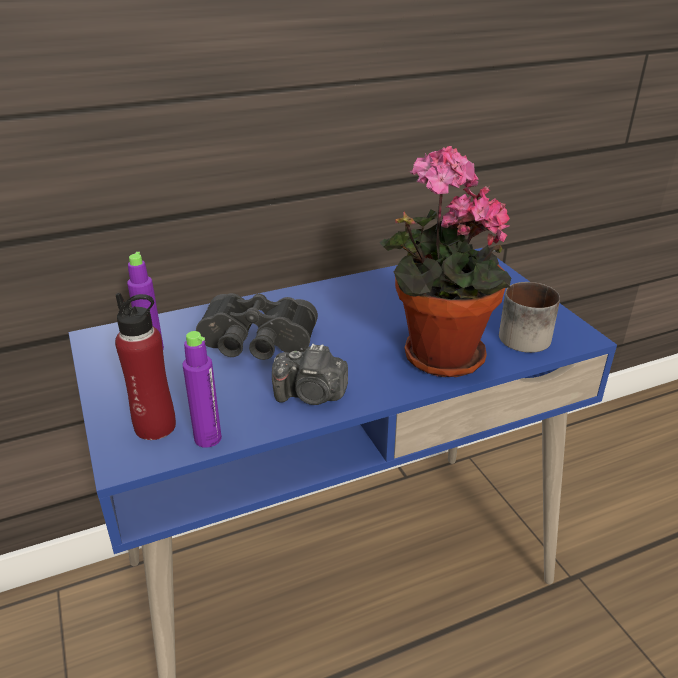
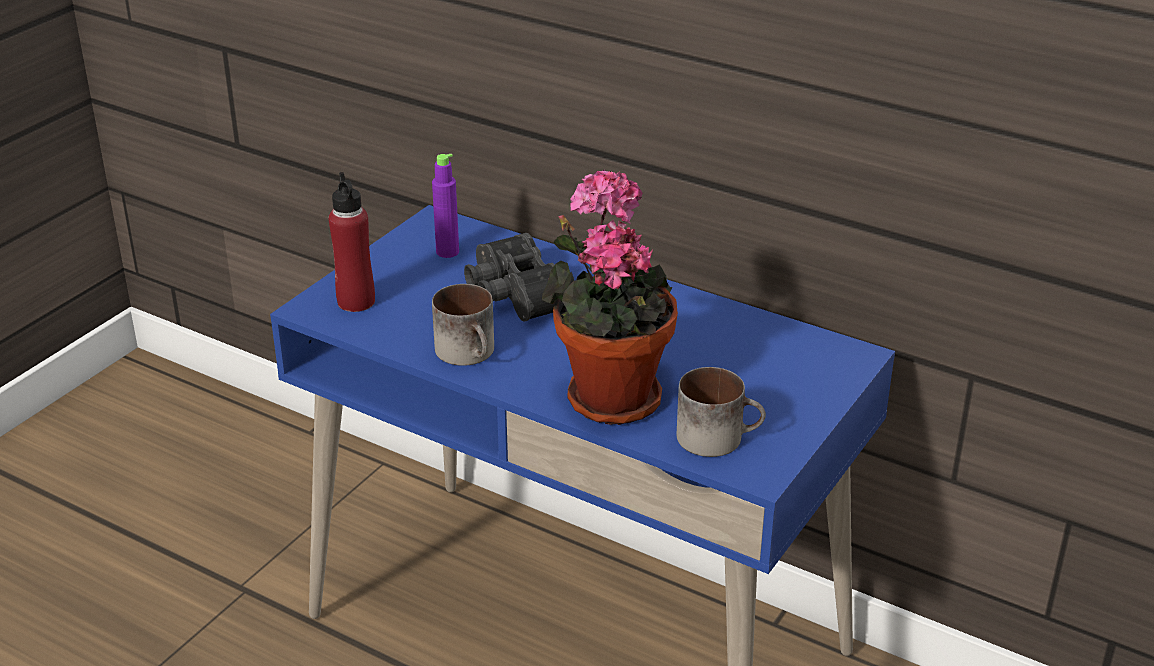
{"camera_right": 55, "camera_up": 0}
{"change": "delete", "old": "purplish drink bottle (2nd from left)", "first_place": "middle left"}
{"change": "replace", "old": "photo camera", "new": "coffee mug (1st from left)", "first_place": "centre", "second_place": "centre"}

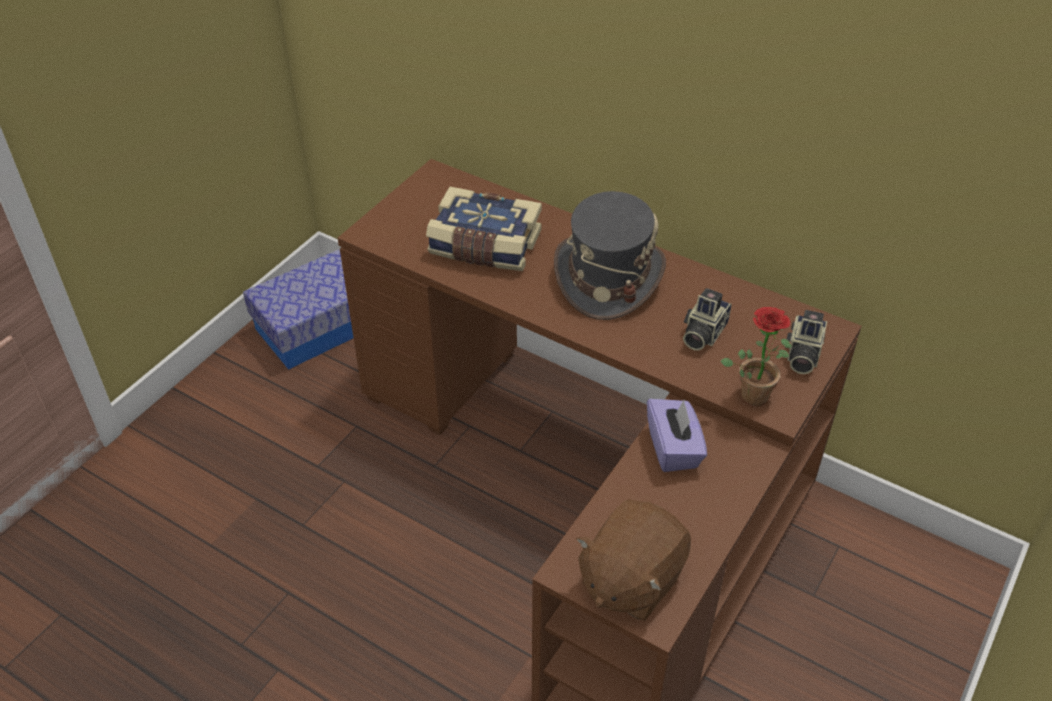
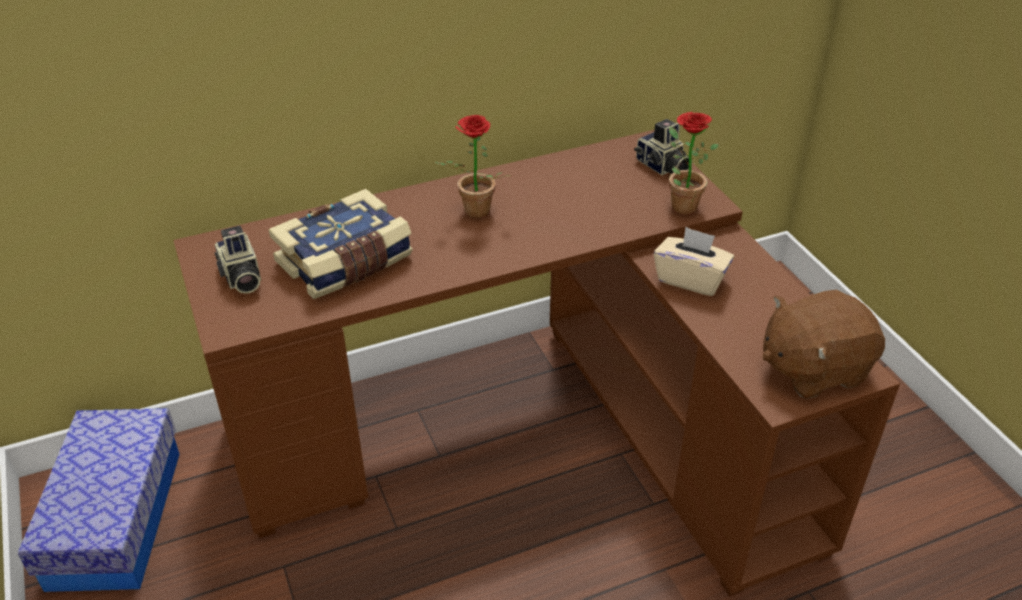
{"camera_right": -55, "camera_up": -5}
{"change": "replace", "old": "greyish hat", "new": "houseplant (1st from left)", "first_place": "centre", "second_place": "top centre"}
{"change": "rotate", "old": "brown cuddly toy", "first_place": "bottom centre", "second_place": "middle right", "degrees": 90}
{"change": "recolor", "old": "purplish box of tissues", "new": "sand-coloured box of tissues", "first_place": "centre", "second_place": "middle right"}
{"change": "move", "old": "photo camera (1st from left)", "first_place": "middle right", "second_place": "middle left"}

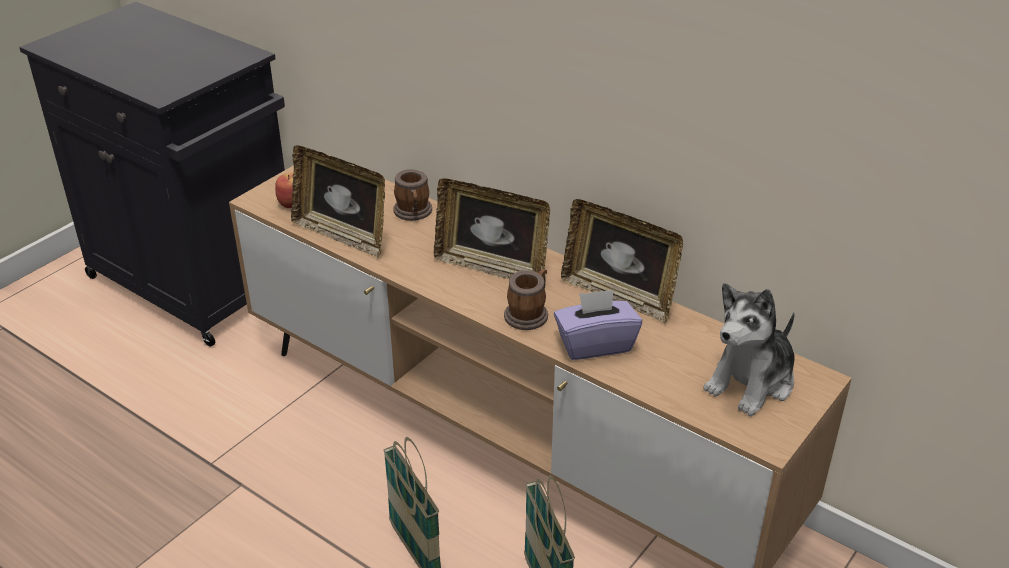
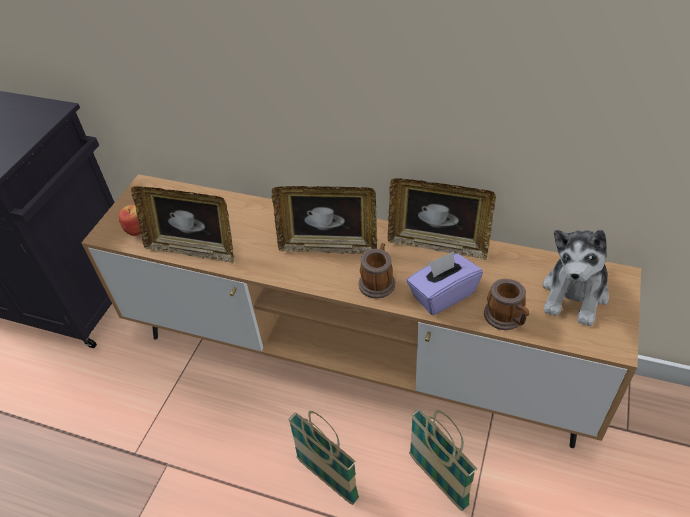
{"camera_right": -15, "camera_up": 10}
{"change": "move", "old": "coffee mug (1st from left in the first image)", "new": "coffee mug (2nd from left)", "first_place": "centre", "second_place": "middle right"}

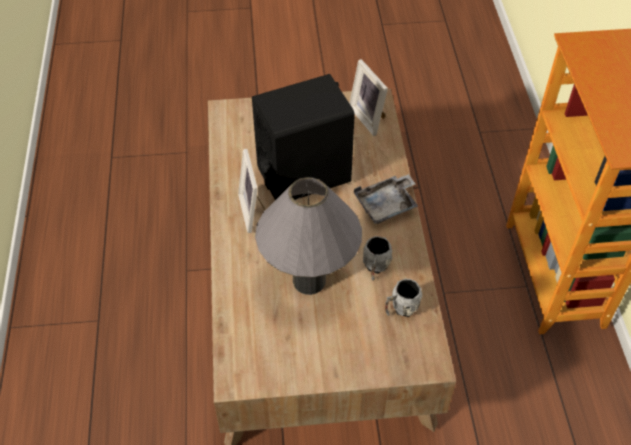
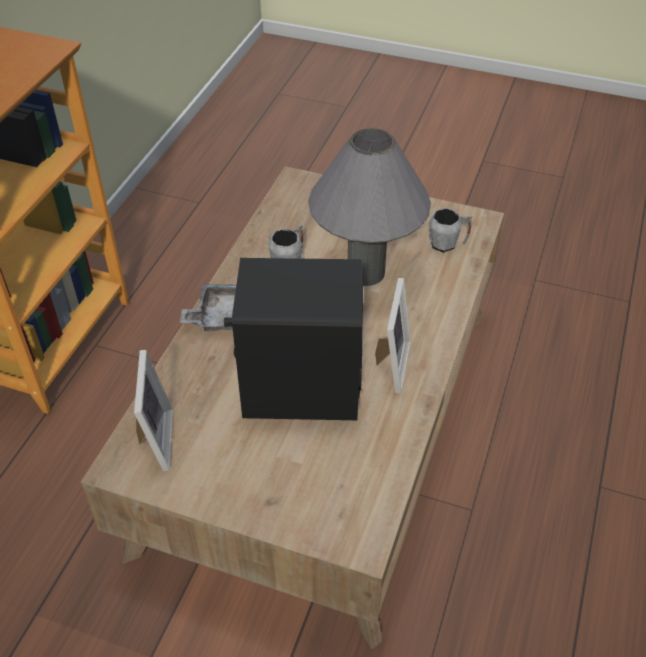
{"camera_right": -155, "camera_up": -5}
{"change": "move", "old": "greyish coffee mug (2nd from left)", "first_place": "bottom centre", "second_place": "middle right"}

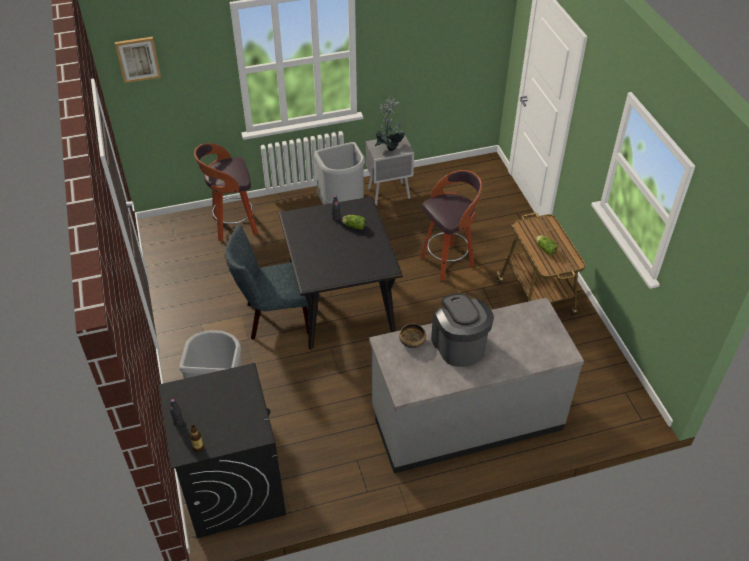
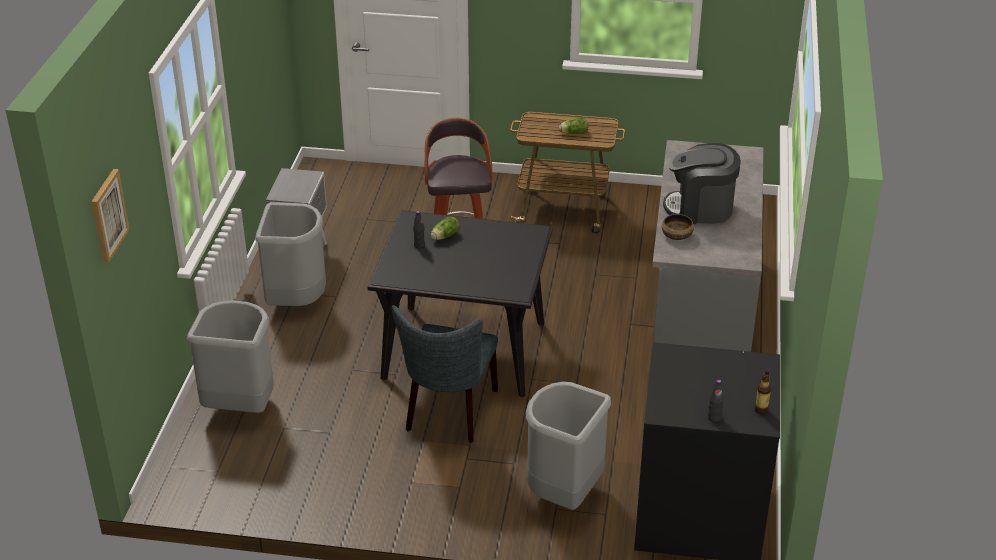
{"camera_right": -65, "camera_up": -10}
{"change": "replace", "old": "stool (1st from left)", "new": "greyish trash can (1st from left)", "first_place": "middle left", "second_place": "middle left"}
{"change": "delete", "old": "houseplant", "first_place": "top centre"}

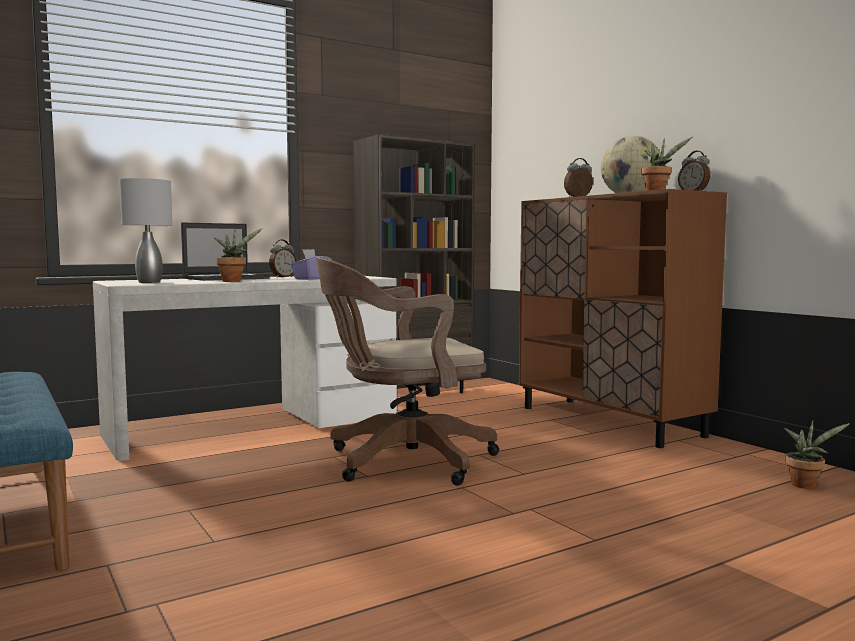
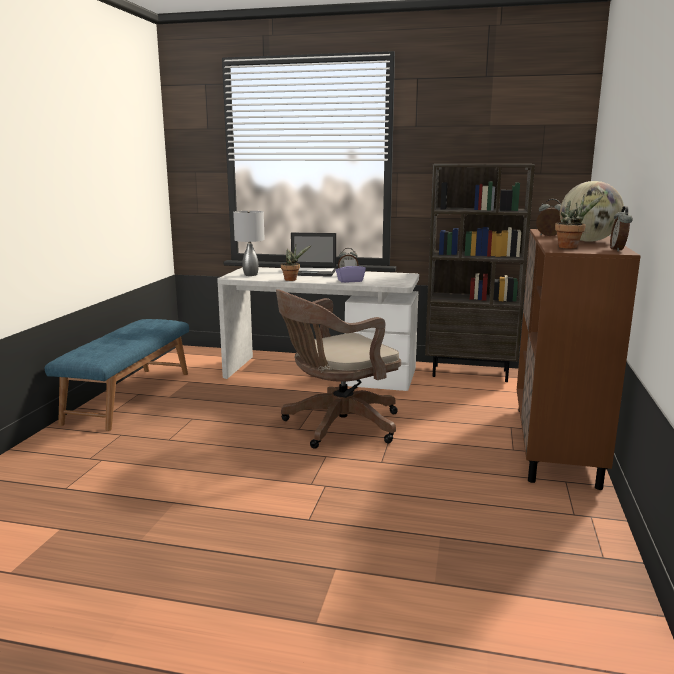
{"camera_right": 45, "camera_up": 10}
{"change": "rotate", "old": "brown computer chair", "first_place": "centre", "second_place": "centre", "degrees": -60}
{"change": "delete", "old": "houseplant (3rd from left)", "first_place": "bottom right"}

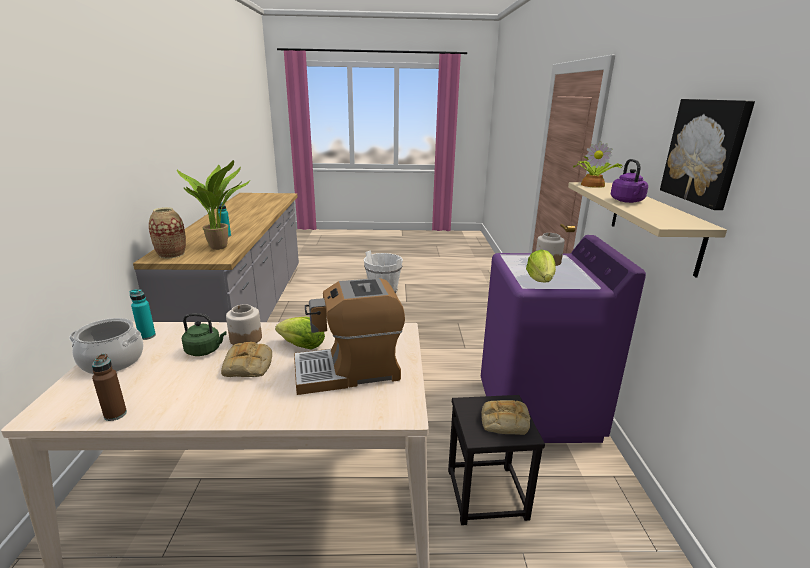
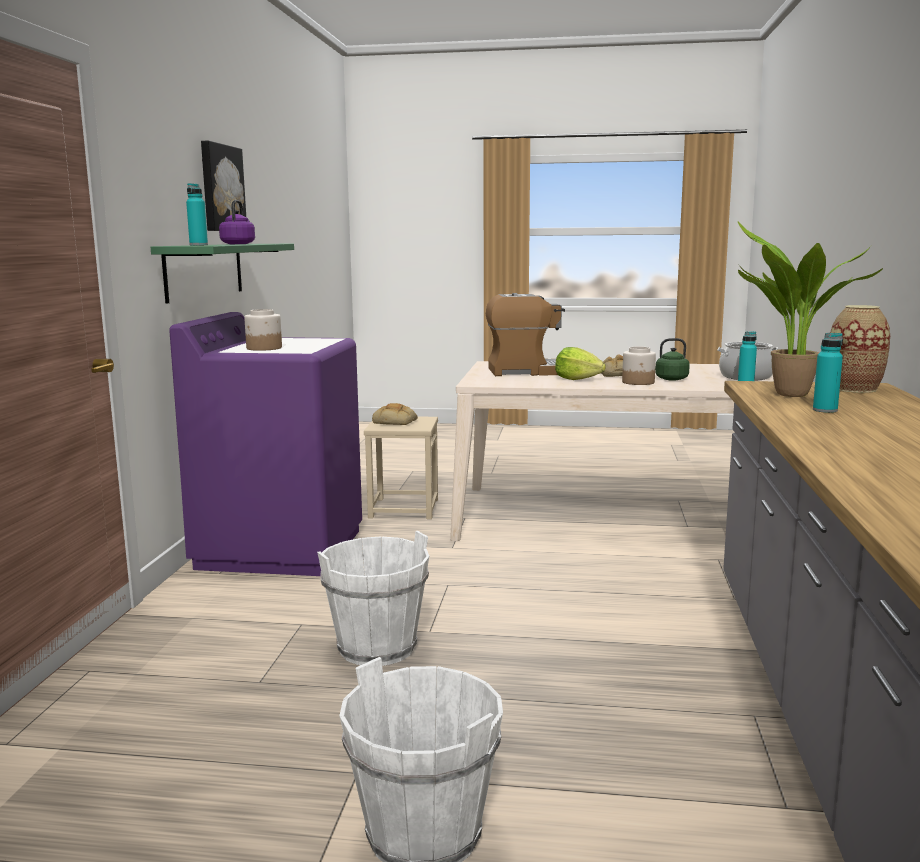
{"camera_right": -170, "camera_up": -10}
{"change": "delete", "old": "brown drink bottle", "first_place": "bottom left"}
{"change": "recolor", "old": "blackish stool", "new": "sand-coloured stool", "first_place": "bottom centre", "second_place": "centre"}
{"change": "delete", "old": "lettuce head (2nd from left)", "first_place": "middle right"}
{"change": "recolor", "old": "sand-coloured shelf", "new": "greenish shelf", "first_place": "middle right", "second_place": "top left"}
{"change": "replace", "old": "houseplant (2nd from left)", "new": "turquoise drink bottle (1st from left)", "first_place": "top right", "second_place": "top left"}
{"change": "insert", "new": "white bucket (1st from left)", "second_place": "bottom centre"}

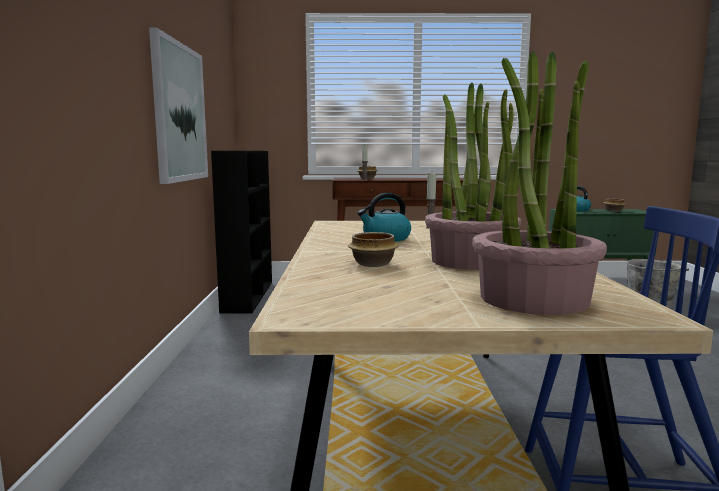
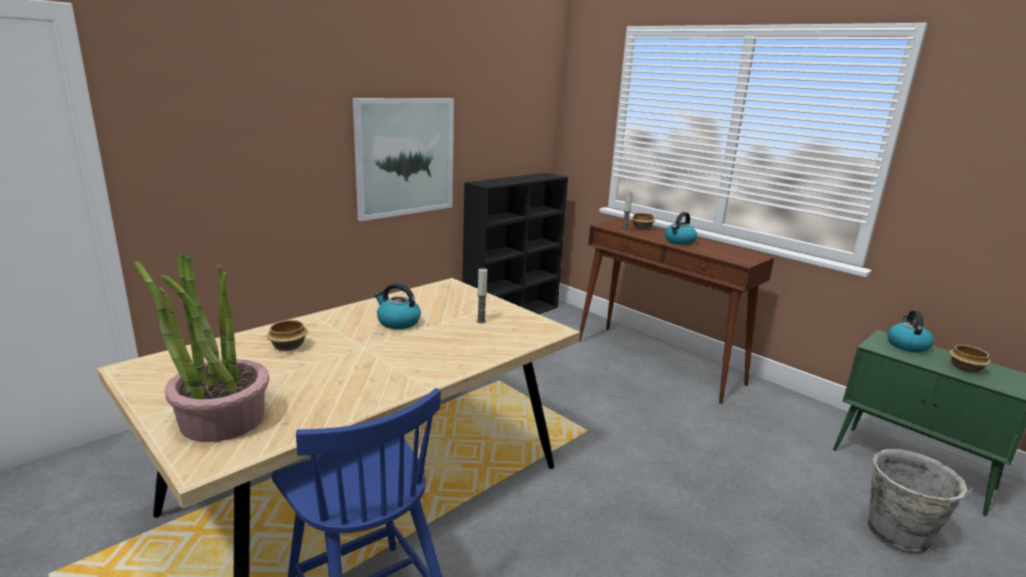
{"camera_right": 45, "camera_up": 10}
{"change": "delete", "old": "houseplant (1st from left)", "first_place": "centre"}
{"change": "insert", "new": "water kettle (2nd from left)", "second_place": "centre"}

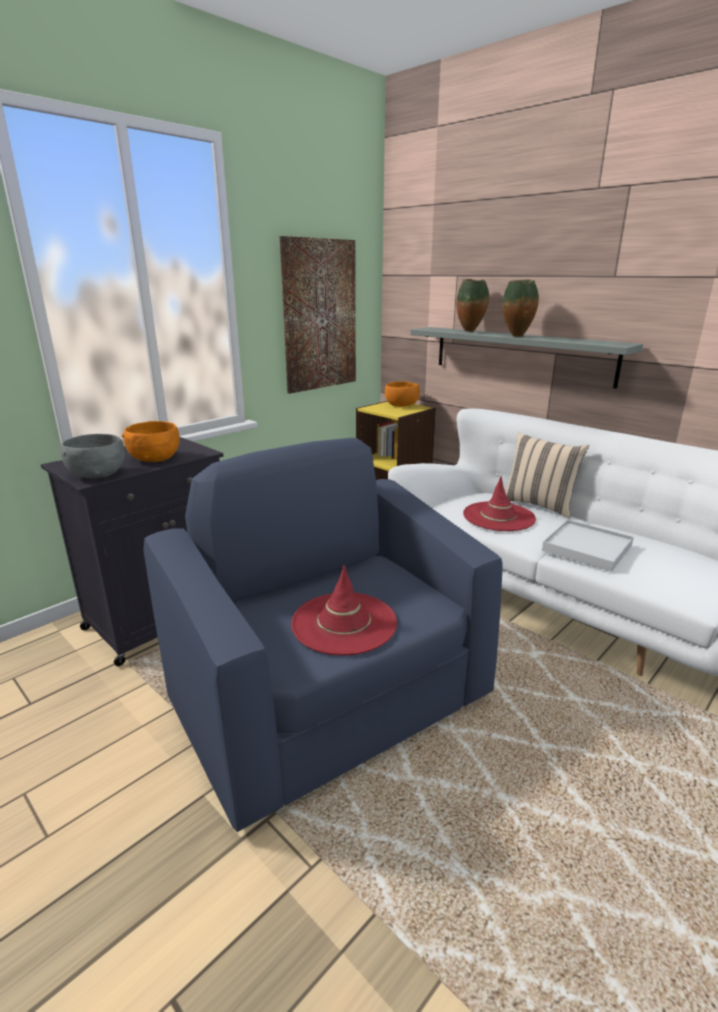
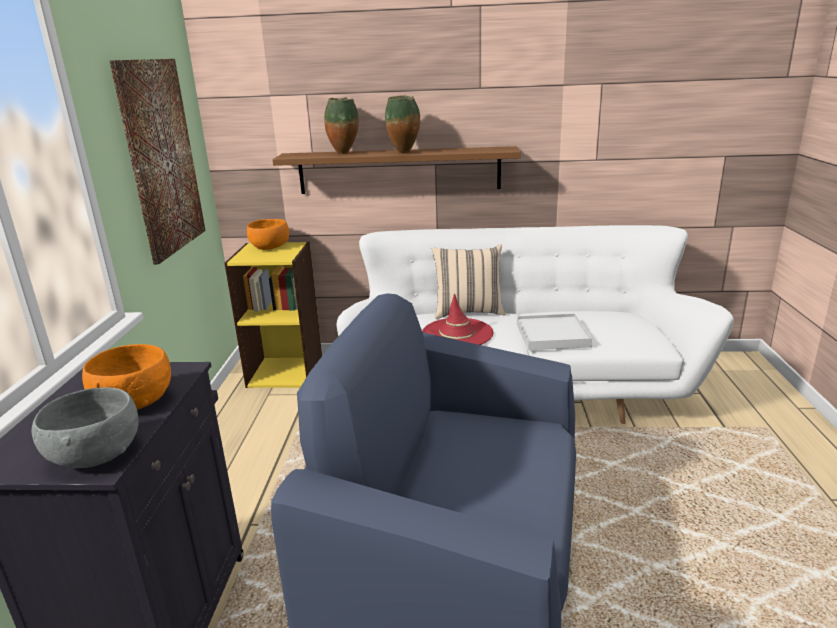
{"camera_right": -40, "camera_up": 0}
{"change": "delete", "old": "red hat (1st from left)", "first_place": "centre"}
{"change": "recolor", "old": "greyish shelf", "new": "brown shelf", "first_place": "middle right", "second_place": "top centre"}

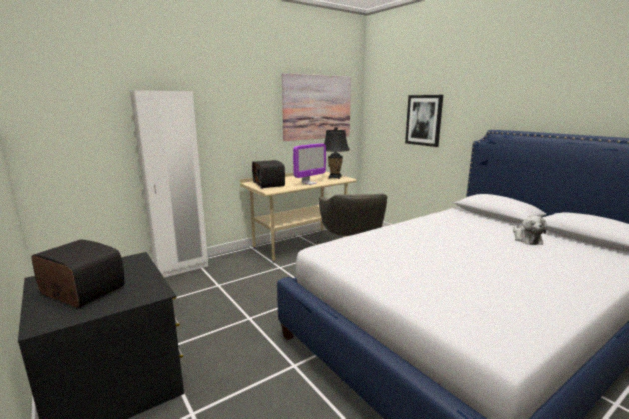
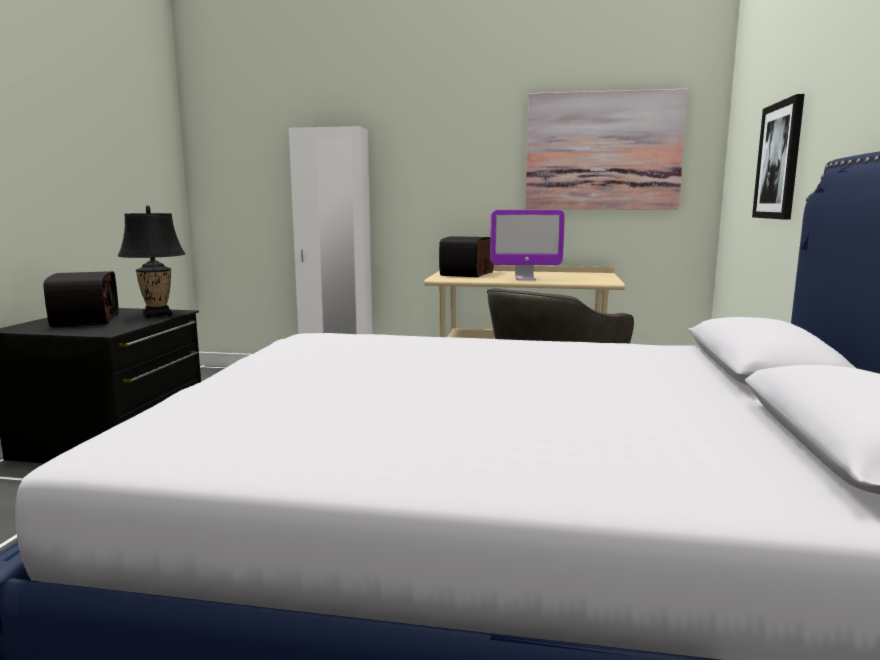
{"camera_right": 45, "camera_up": -5}
{"change": "move", "old": "blackish lamp for a table", "first_place": "centre", "second_place": "middle left"}
{"change": "delete", "old": "cuddly toy", "first_place": "middle right"}

